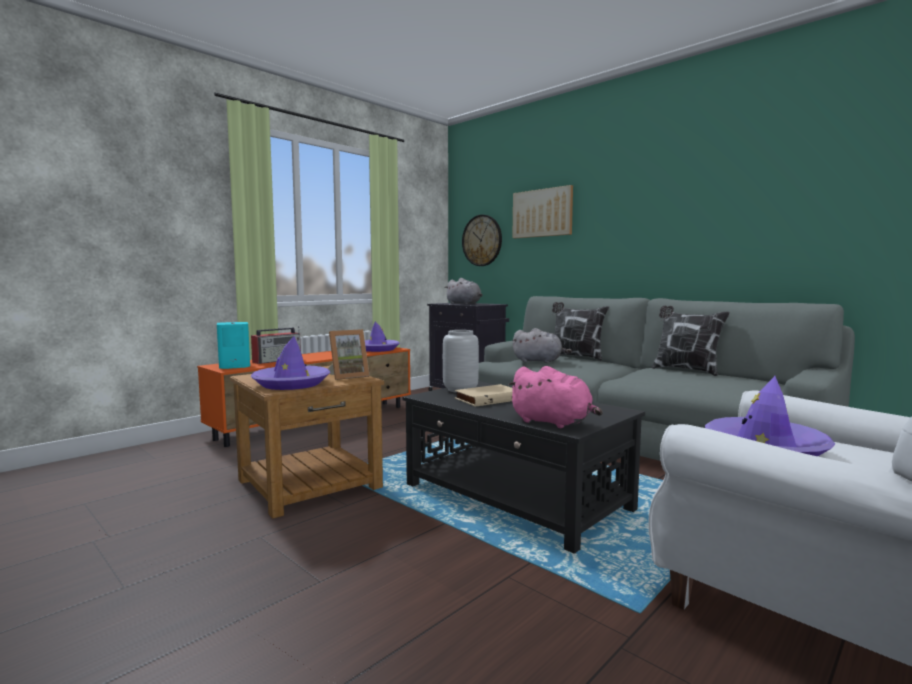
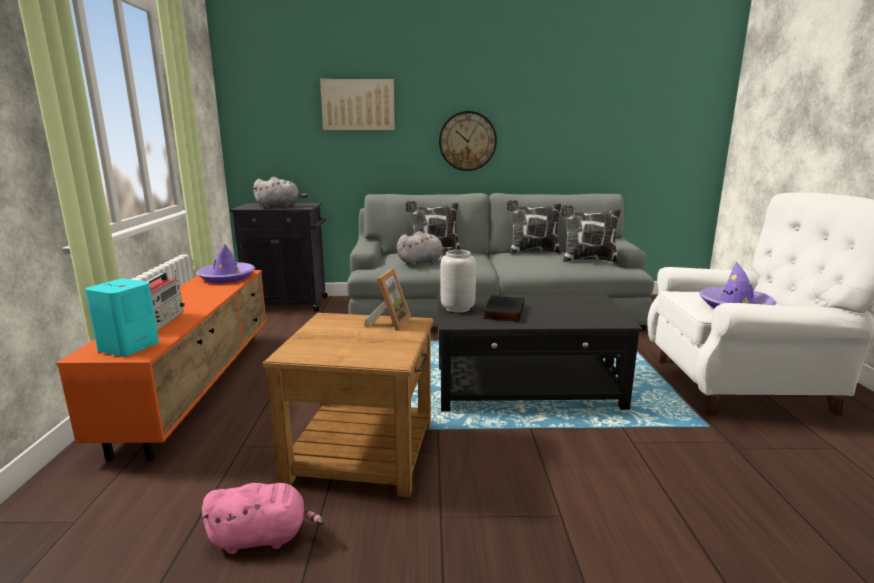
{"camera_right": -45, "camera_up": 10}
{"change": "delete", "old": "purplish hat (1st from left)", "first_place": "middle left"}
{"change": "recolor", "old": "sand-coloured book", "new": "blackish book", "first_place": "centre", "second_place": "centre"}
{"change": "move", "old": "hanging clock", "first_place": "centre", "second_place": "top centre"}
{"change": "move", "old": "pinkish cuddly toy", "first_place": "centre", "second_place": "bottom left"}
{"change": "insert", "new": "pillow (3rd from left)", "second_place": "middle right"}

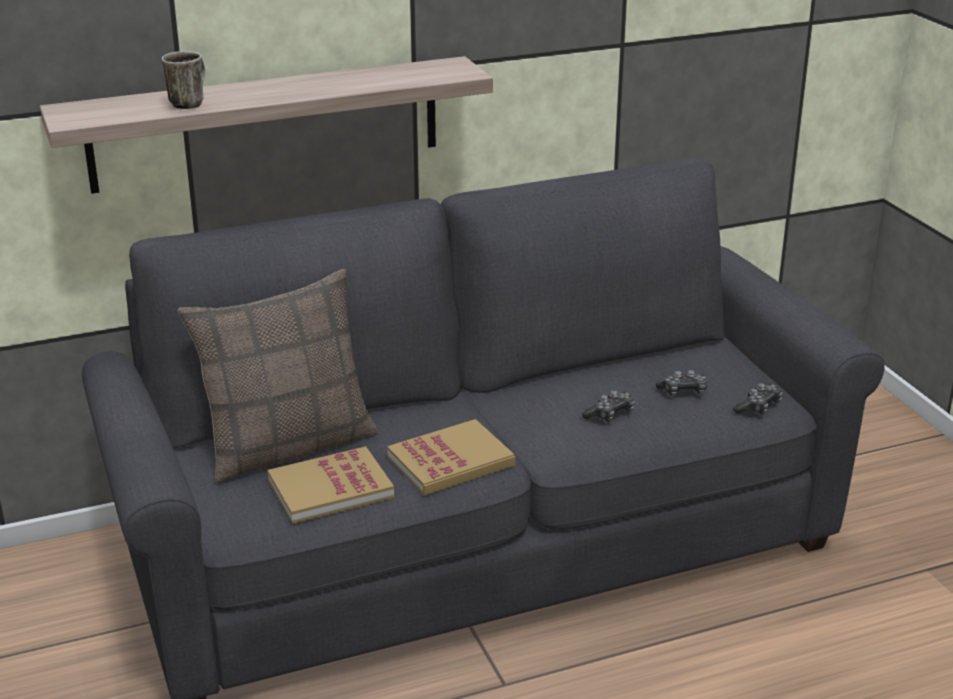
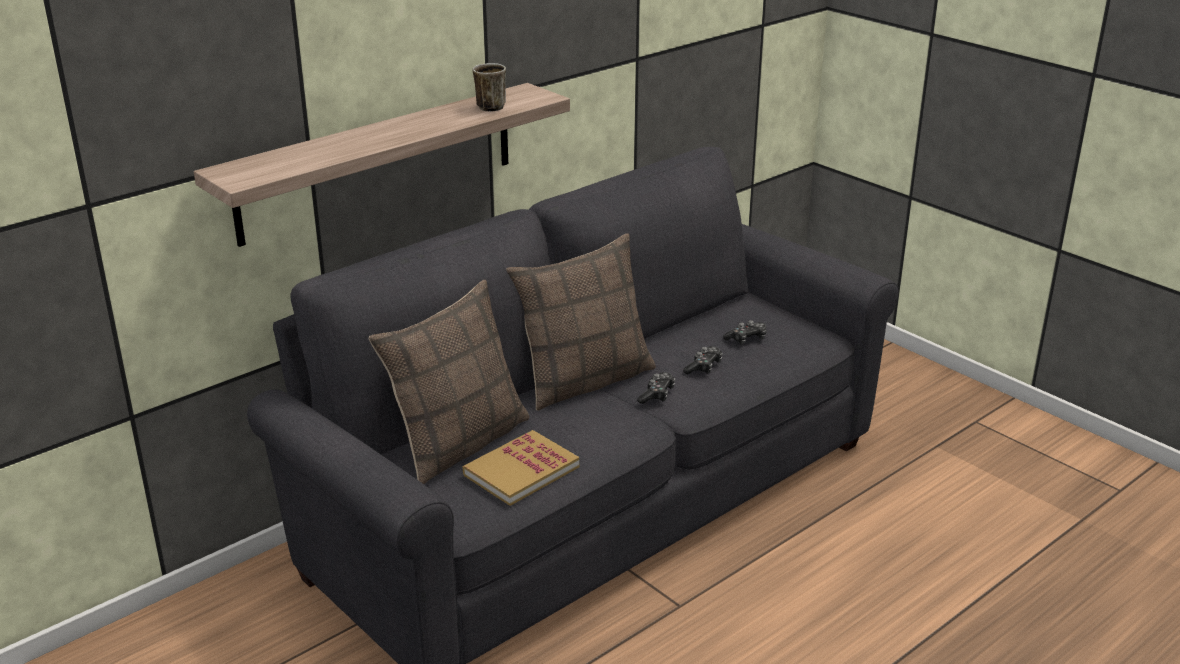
{"camera_right": -20, "camera_up": 0}
{"change": "move", "old": "coffee mug", "first_place": "top left", "second_place": "top centre"}
{"change": "delete", "old": "book (2nd from left)", "first_place": "centre"}
{"change": "move", "old": "joypad (3rd from left in the first image)", "new": "joypad (1st from left)", "first_place": "middle right", "second_place": "centre"}
{"change": "insert", "new": "pillow (2nd from left)", "second_place": "centre"}

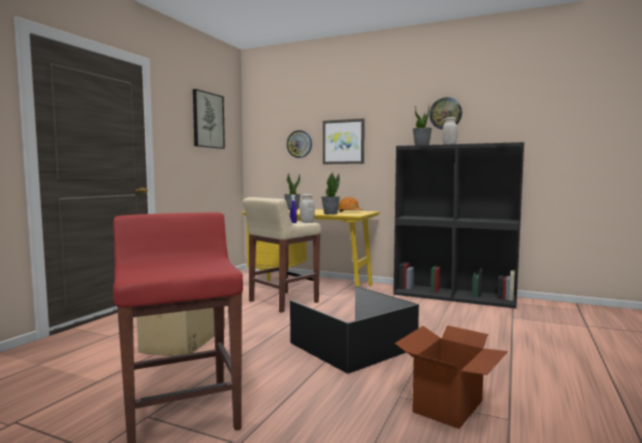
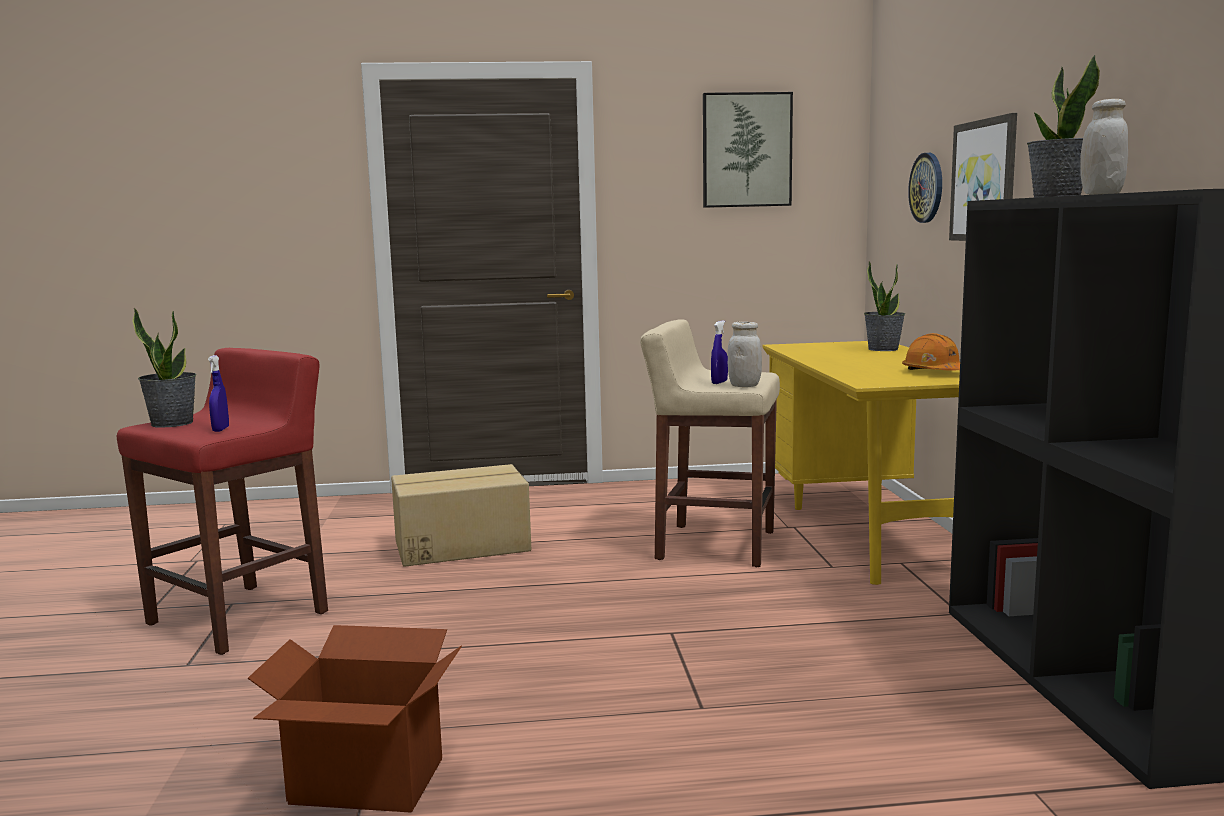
{"camera_right": 60, "camera_up": 5}
{"change": "delete", "old": "blackish storage box", "first_place": "bottom centre"}
{"change": "move", "old": "houseplant (2nd from left in the first image)", "new": "houseplant (1st from left)", "first_place": "centre", "second_place": "middle left"}
{"change": "delete", "old": "hanging clock (2nd from left)", "first_place": "top right"}
{"change": "insert", "new": "blue-coloured spray bottle (1st from left)", "second_place": "middle left"}

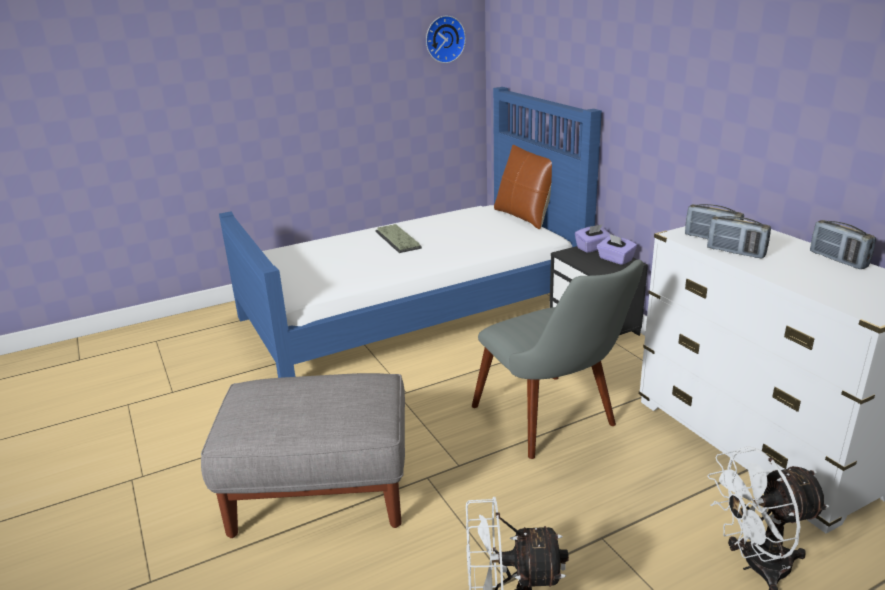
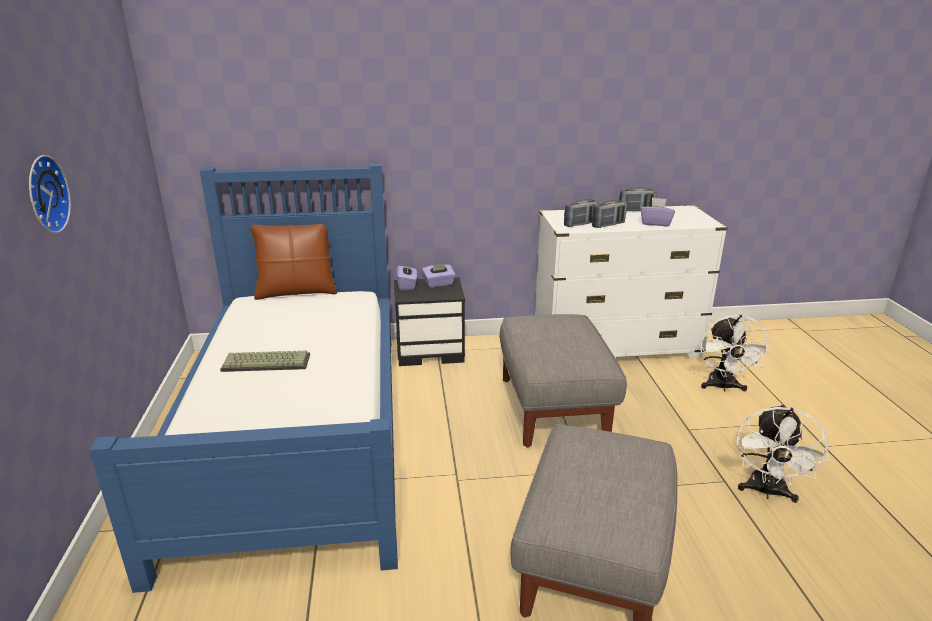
{"camera_right": -70, "camera_up": 0}
{"change": "move", "old": "hanging clock", "first_place": "top centre", "second_place": "top left"}
{"change": "replace", "old": "greyish plain chair", "new": "greyish footrest (1st from left)", "first_place": "centre", "second_place": "centre"}
{"change": "insert", "new": "purplish box of tissues (3rd from left)", "second_place": "middle right"}

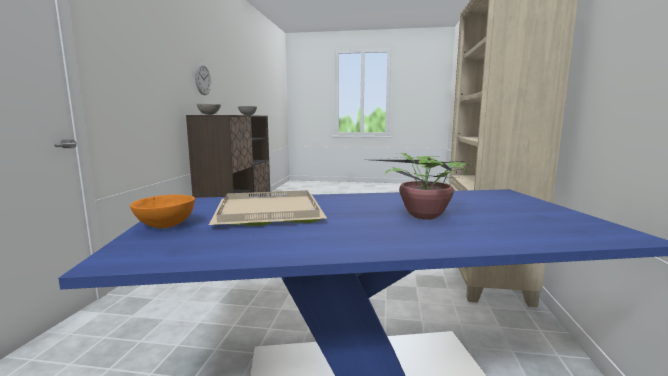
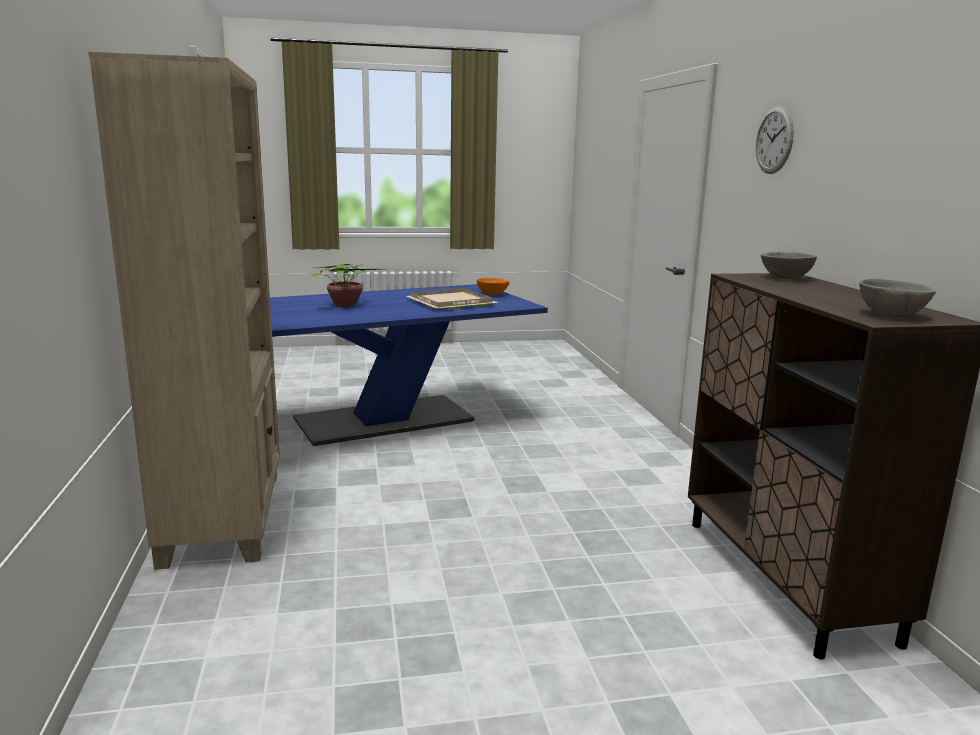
{"camera_right": 160, "camera_up": 5}
{"change": "move", "old": "hanging clock", "first_place": "top left", "second_place": "top right"}

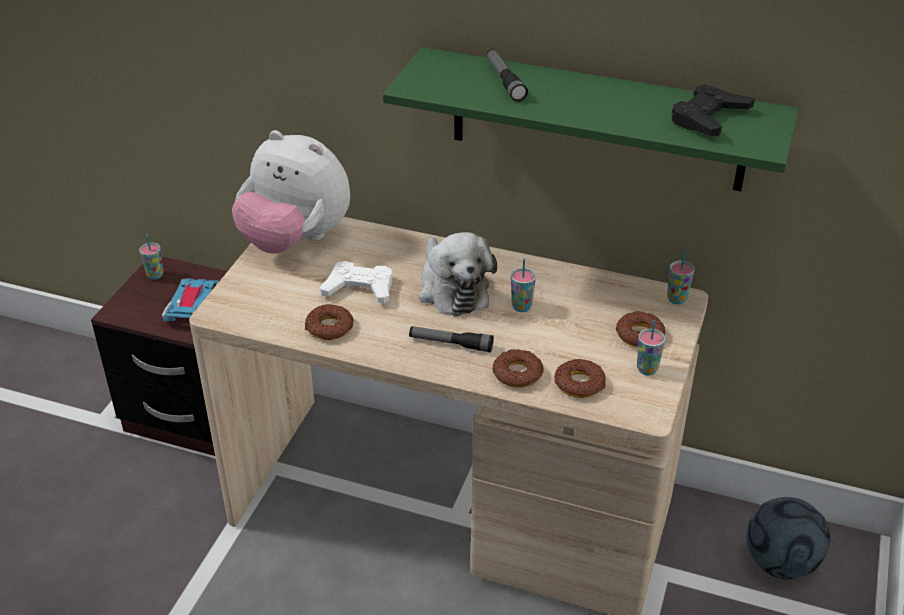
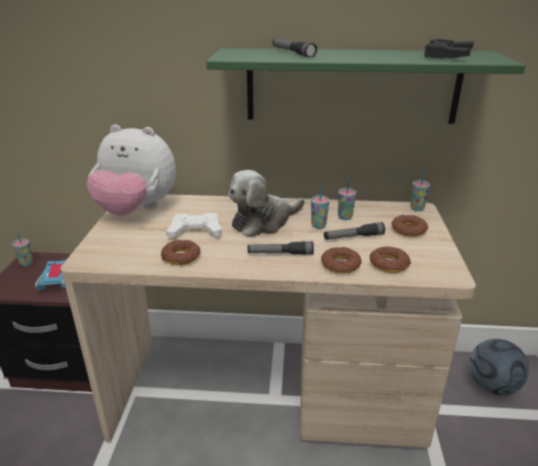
{"camera_right": -15, "camera_up": -10}
{"change": "rotate", "old": "cuddly toy (2nd from left)", "first_place": "centre", "second_place": "centre", "degrees": 90}
{"change": "move", "old": "drinking cup (3rd from left)", "first_place": "middle right", "second_place": "centre"}
{"change": "insert", "new": "flashlight (3rd from left)", "second_place": "centre"}

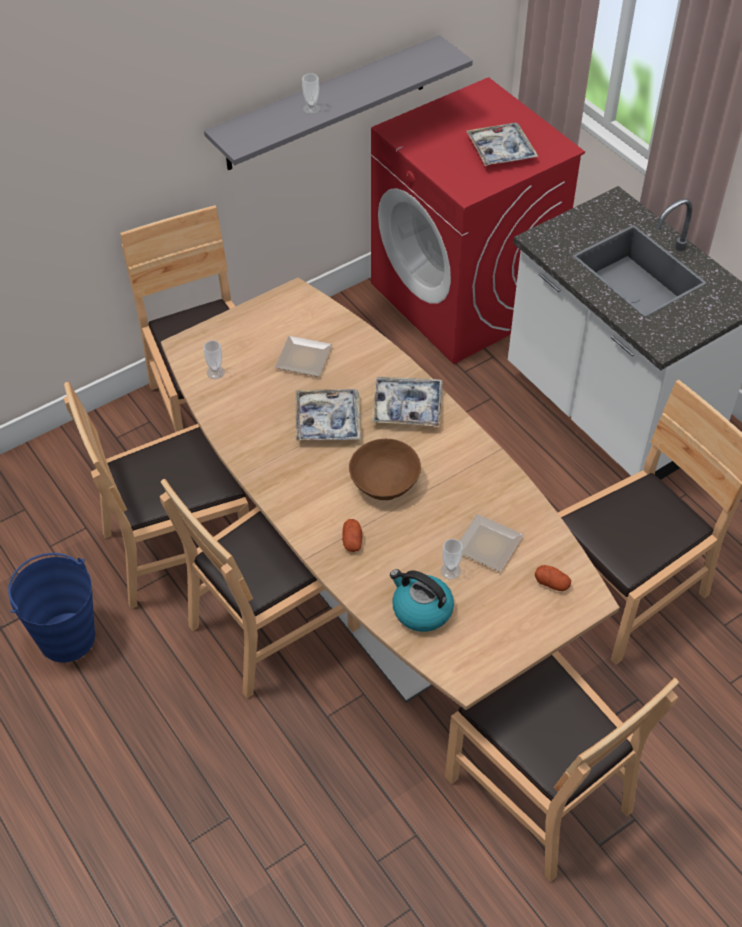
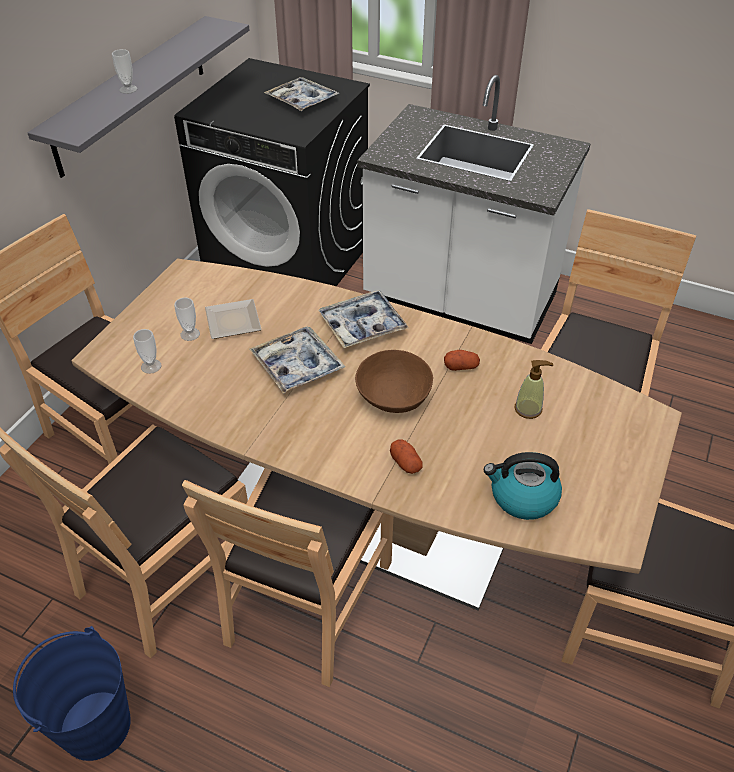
{"camera_right": -30, "camera_up": -5}
{"change": "recolor", "old": "red laundry machine", "new": "blackish laundry machine", "first_place": "top centre", "second_place": "top centre"}
{"change": "move", "old": "drinking cup (3rd from left)", "first_place": "centre", "second_place": "middle left"}
{"change": "replace", "old": "dinner plate (2nd from left)", "new": "soap dispenser", "first_place": "centre", "second_place": "middle right"}
{"change": "move", "old": "whole potato (2nd from left)", "first_place": "middle right", "second_place": "centre"}

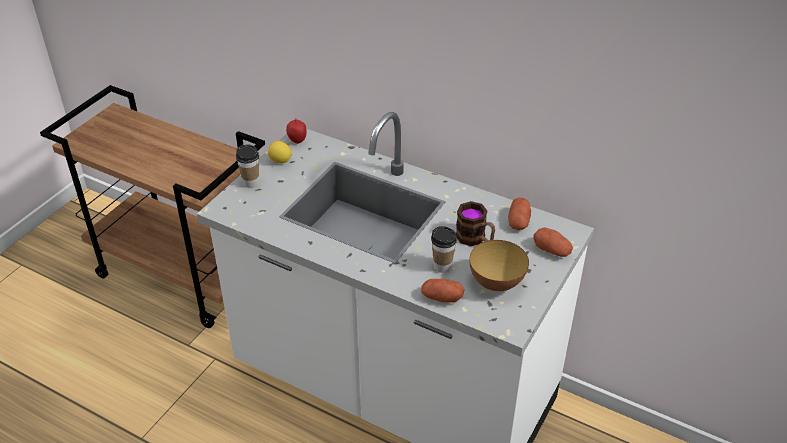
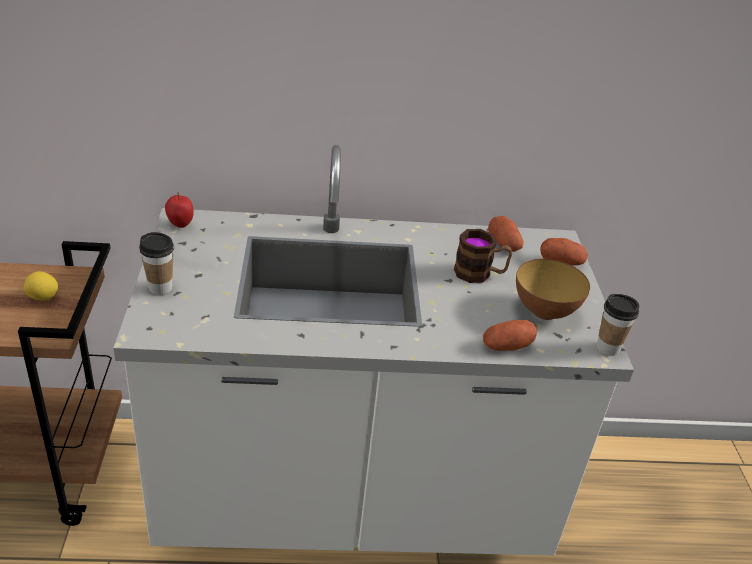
{"camera_right": -35, "camera_up": -5}
{"change": "move", "old": "whole lemon", "first_place": "centre", "second_place": "middle left"}
{"change": "move", "old": "drinking cup (2nd from left)", "first_place": "centre", "second_place": "middle right"}

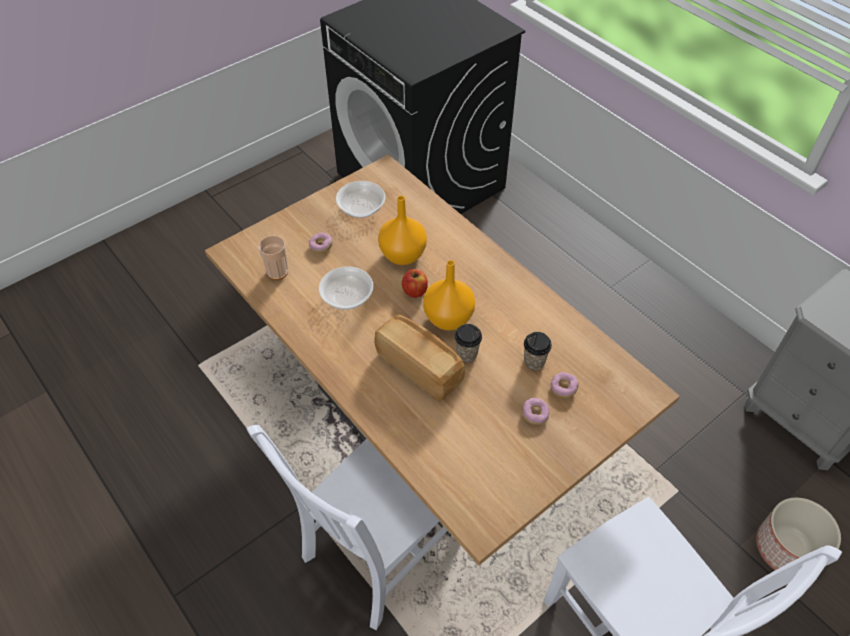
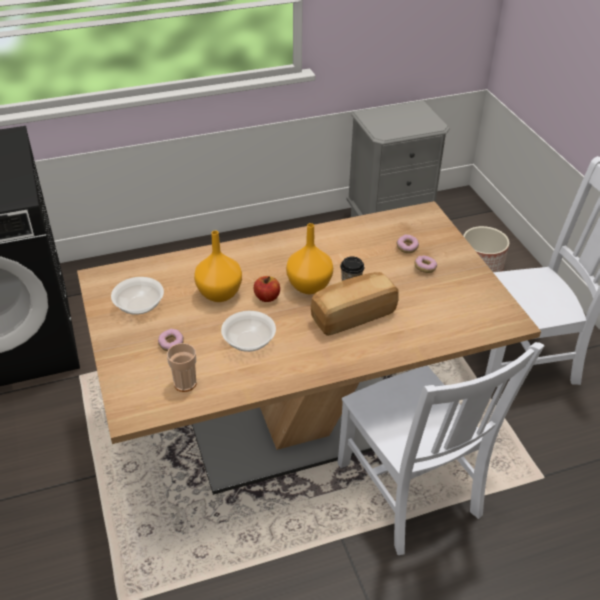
{"camera_right": -70, "camera_up": -10}
{"change": "delete", "old": "drinking cup (3rd from left)", "first_place": "centre"}

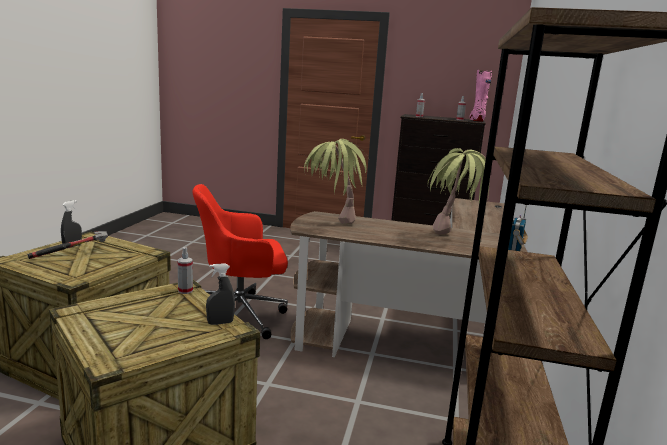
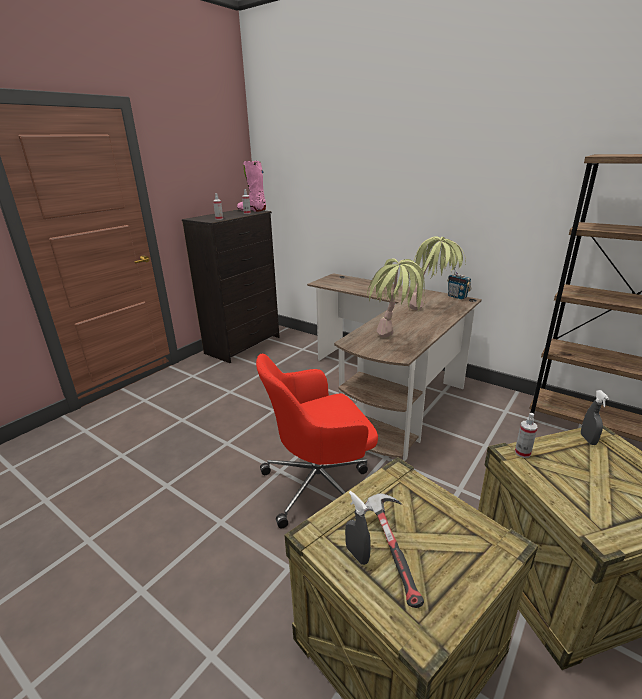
{"camera_right": -65, "camera_up": 10}
{"change": "rotate", "old": "red computer chair", "first_place": "centre", "second_place": "centre", "degrees": 60}

